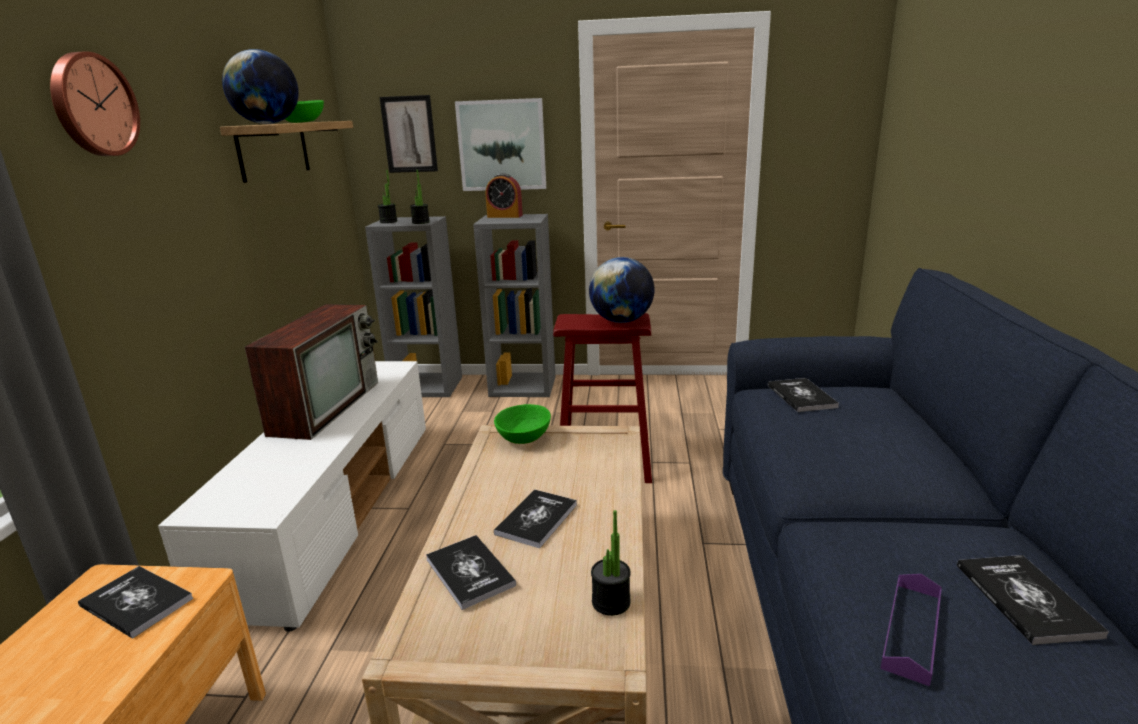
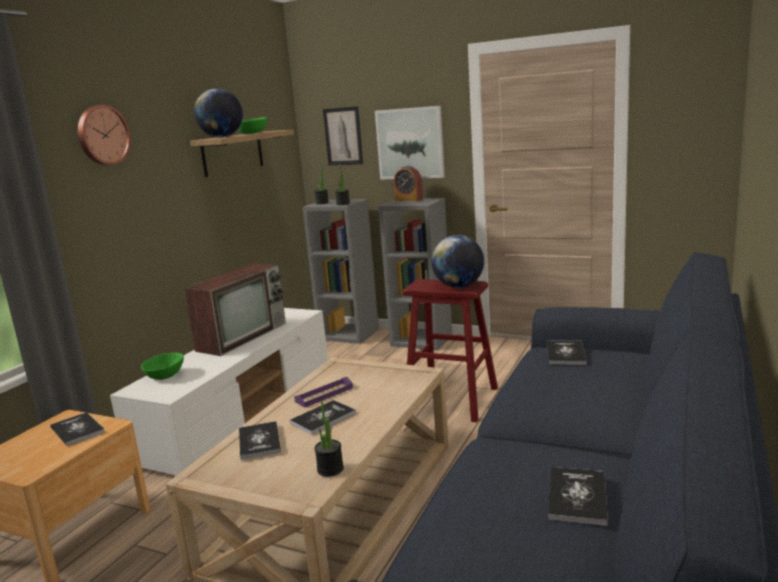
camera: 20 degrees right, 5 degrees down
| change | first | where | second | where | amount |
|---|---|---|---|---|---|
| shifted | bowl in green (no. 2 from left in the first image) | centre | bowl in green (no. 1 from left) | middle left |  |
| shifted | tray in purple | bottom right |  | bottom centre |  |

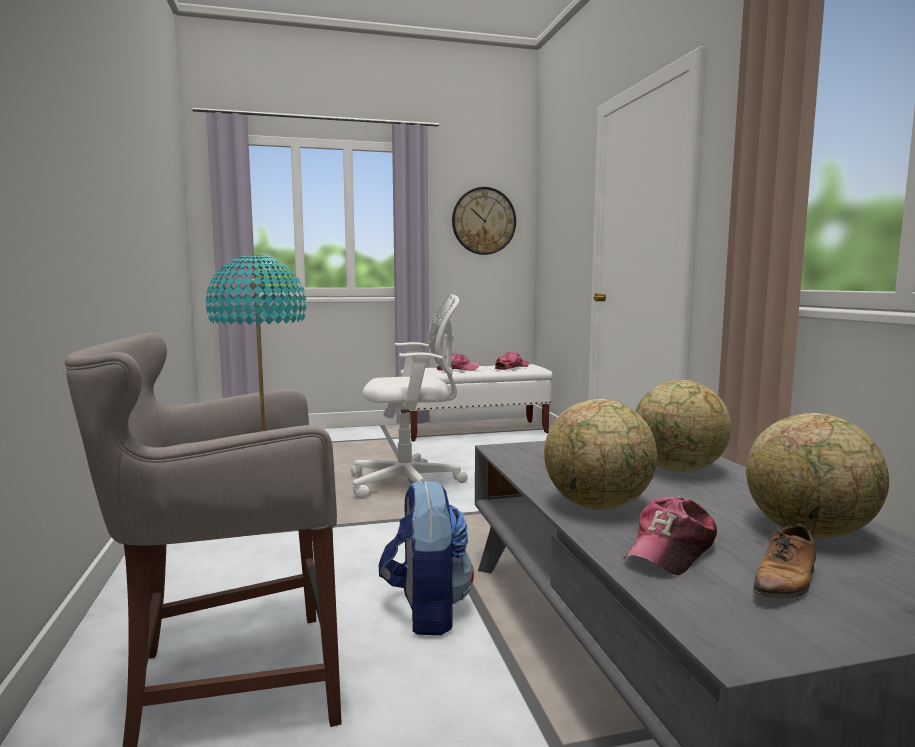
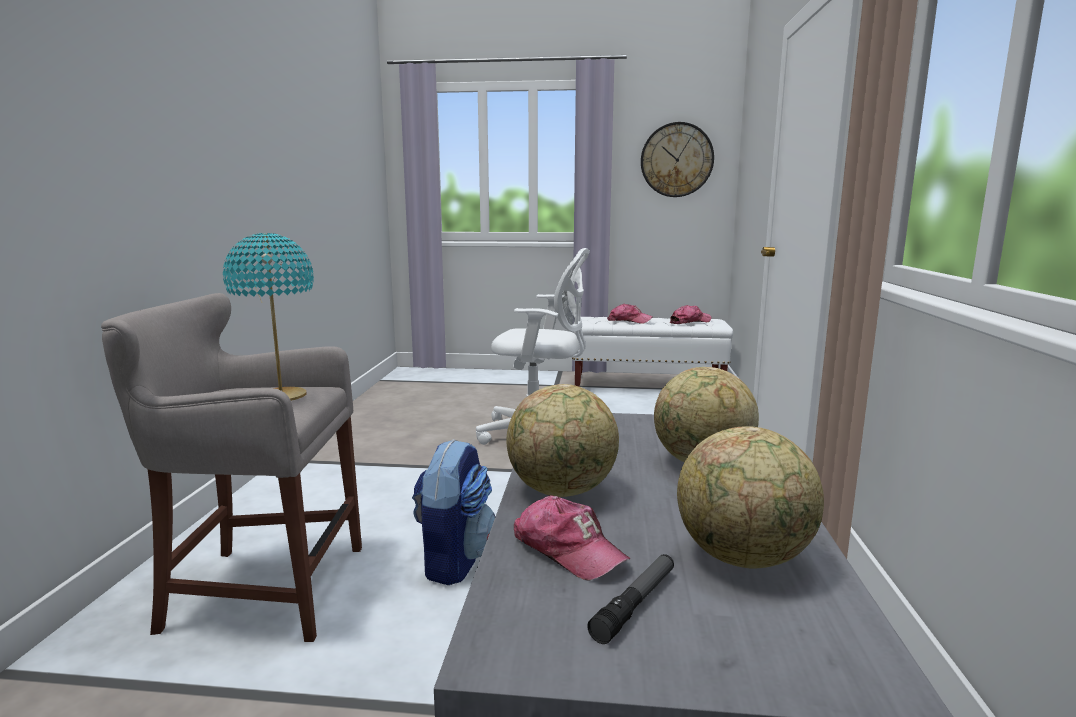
camera: 20 degrees right, 5 degrees up
| change | first | where | second | where | amount |
|---|---|---|---|---|---|
| swapped | shoe | bottom right | flashlight | bottom centre |  |
| rotated | cap (no. 3 from left in the first image) | bottom right | cap (no. 1 from left) | bottom centre | 105 degrees counterclockwise |

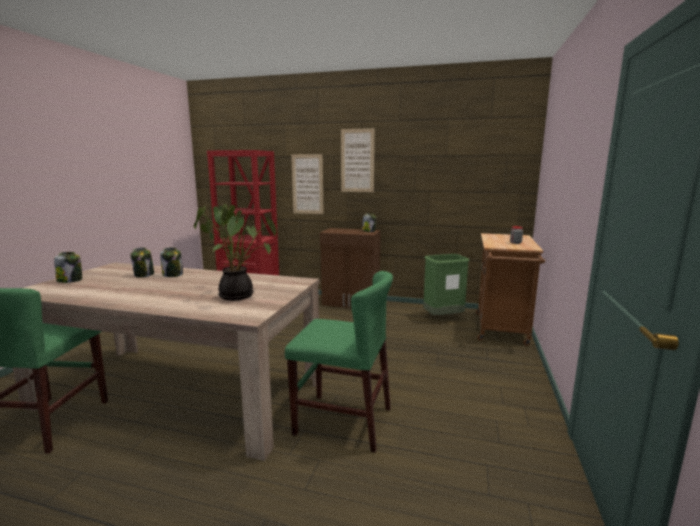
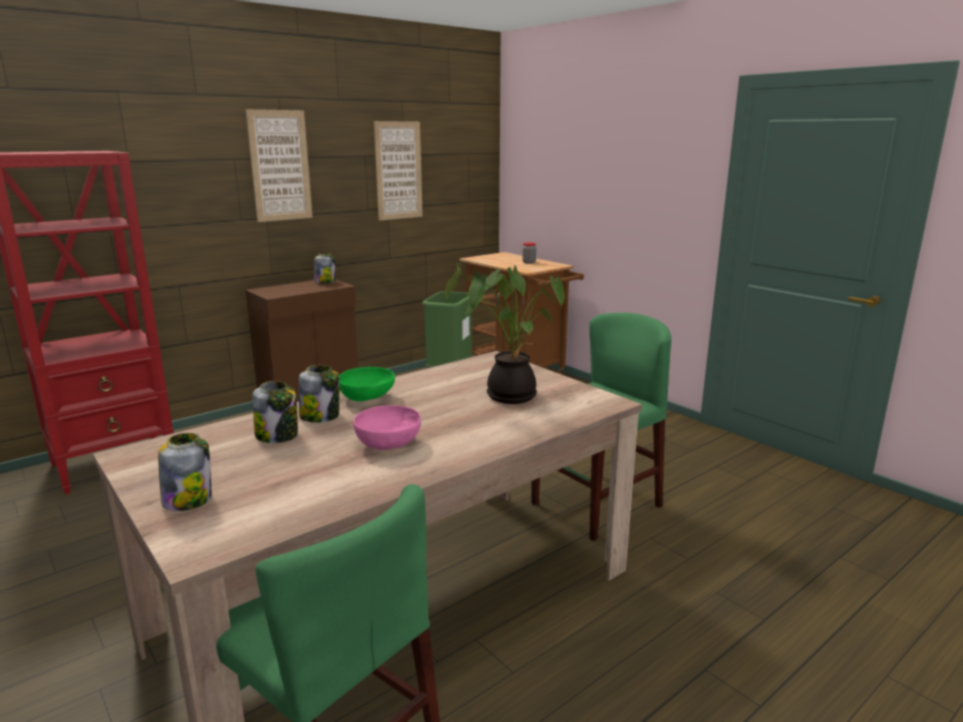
camera: 55 degrees left, 5 degrees up
| change | first | where | second | where | amount |
|---|---|---|---|---|---|
| new |  |  | bowl in green | centre |  |
| new |  |  | bowl in pink | centre |  |
| shifted | picture (no. 1 from left in the first image) | centre | picture (no. 2 from left) | top centre |  |

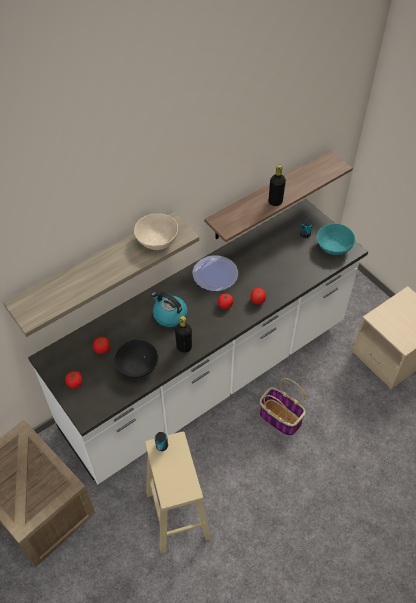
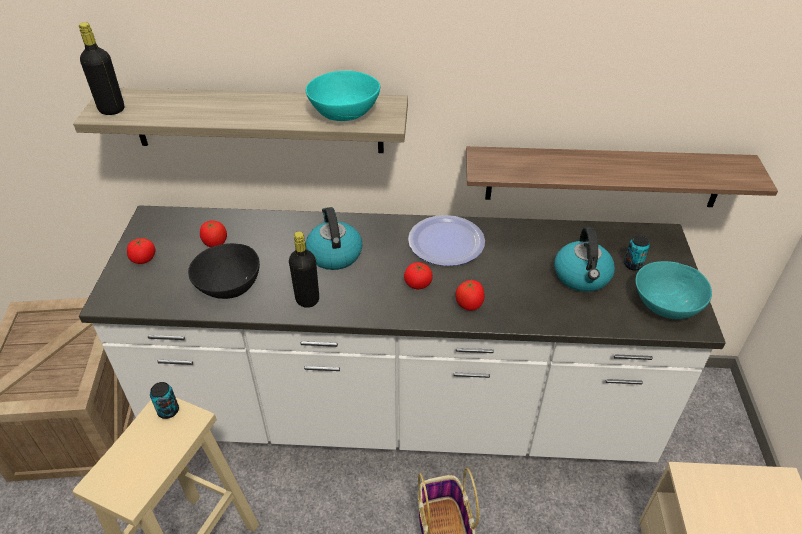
camera: 40 degrees right, 10 degrees down
| change | first | where | second | where | amount |
|---|---|---|---|---|---|
| new |  |  | kettle (no. 2 from left) | middle right |  |
| shifted | bottle in black (no. 2 from left in the first image) | top centre | bottle in black (no. 1 from left) | top left |  |
| repainted | bowl in beige | centre | bowl in turquoise (no. 1 from left) | top centre |  |

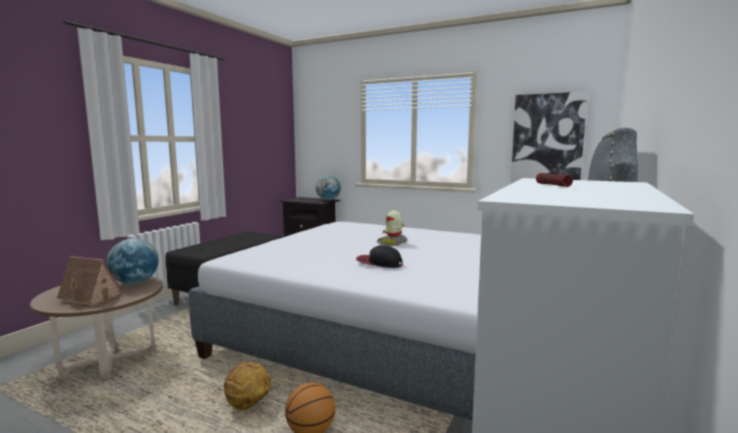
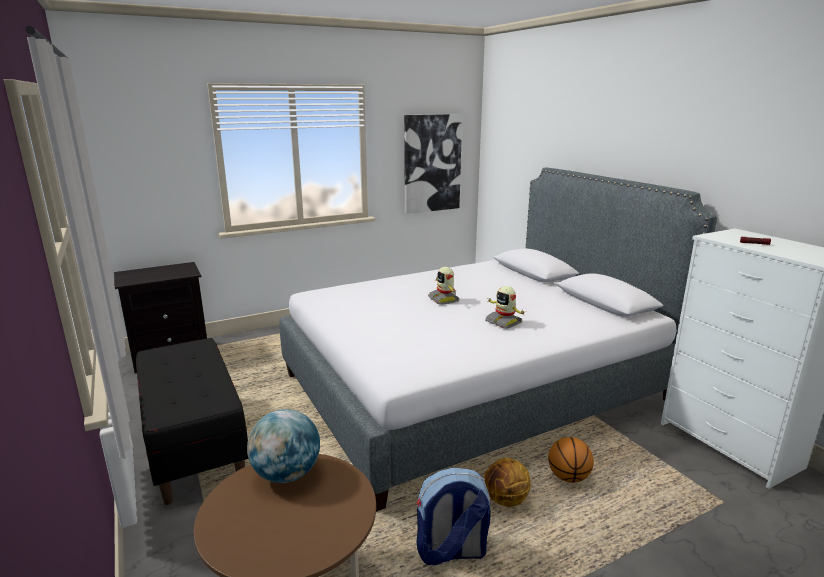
camera: 55 degrees left, 10 degrees up
| change | first | where | second | where | amount |
|---|---|---|---|---|---|
| gone | toy house | middle left |  |  |  |
| gone | globe (no. 2 from left) | centre |  |  |  |
| new |  |  | backpack | bottom centre |  |
| swapped | cap | centre | toy robot (no. 2 from left) | centre |  |

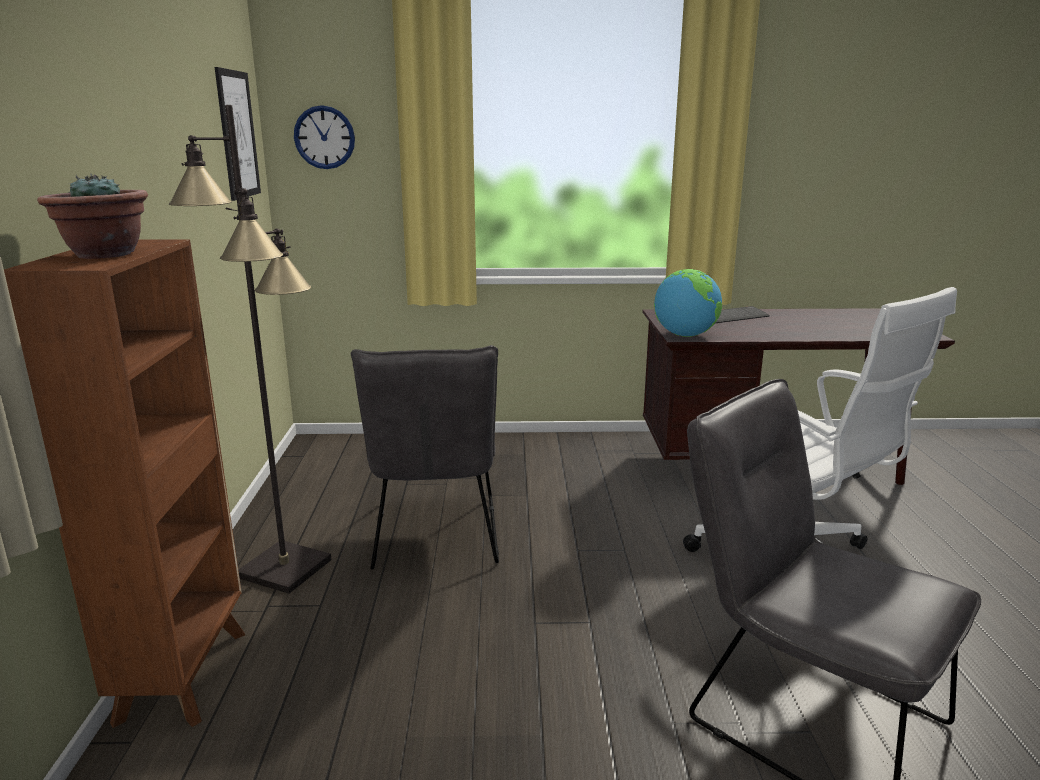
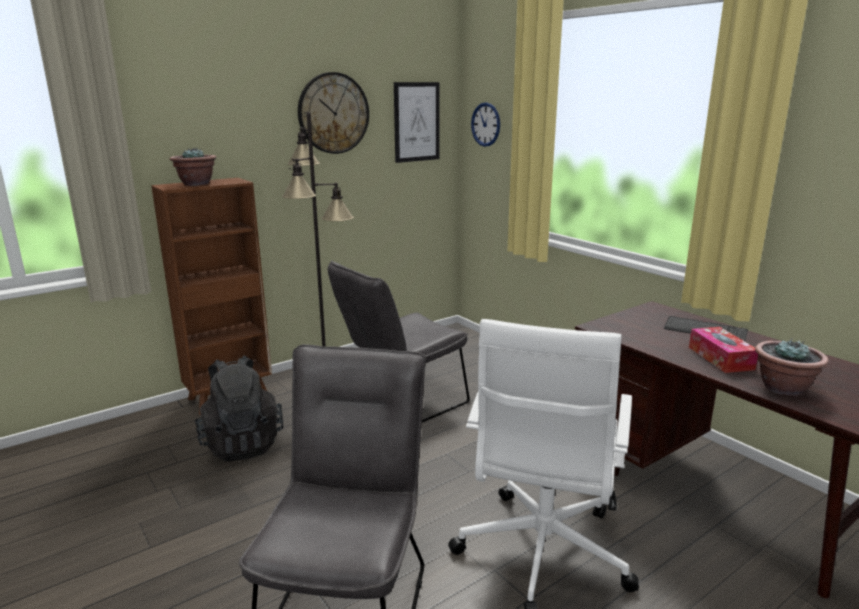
camera: 55 degrees right, 0 degrees up
| change | first | where | second | where | amount |
|---|---|---|---|---|---|
| gone | globe | centre |  |  |  |
| new |  |  | backpack in black | bottom left |  |
| new |  |  | wall clock (no. 1 from left) | top centre |  |
| new |  |  | tissue box | middle right |  |
| new |  |  | potted plant (no. 2 from left) | middle right |  |

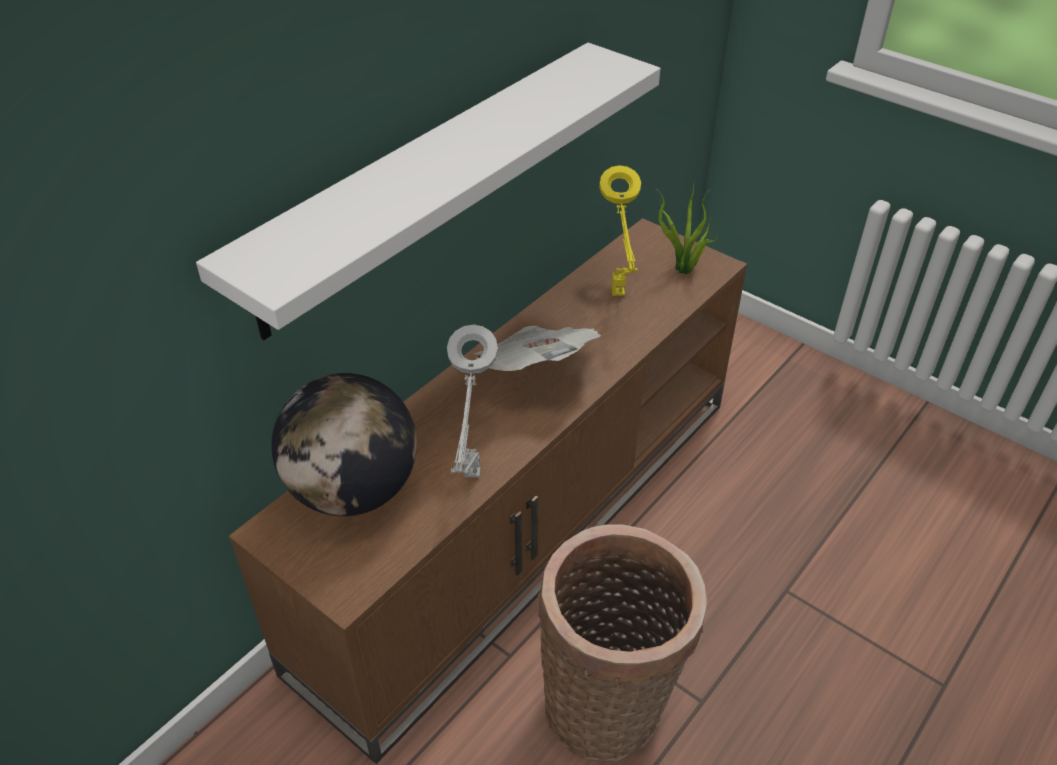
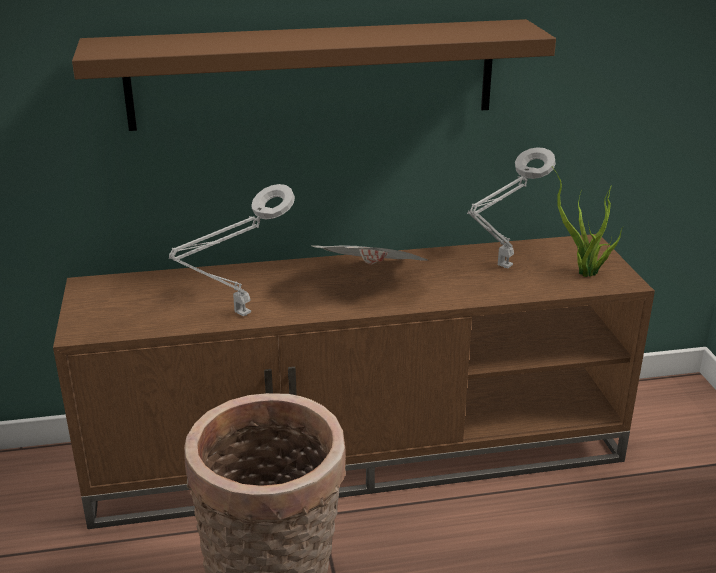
camera: 40 degrees right, 15 degrees down
| change | first | where | second | where | amount |
|---|---|---|---|---|---|
| gone | globe | middle left |  |  |  |
| repainted | shelf in white | top centre | shelf in brown | top centre |  |
| repainted | table lamp in yellow | top centre | table lamp in grey (no. 2 from left) | middle right |  |

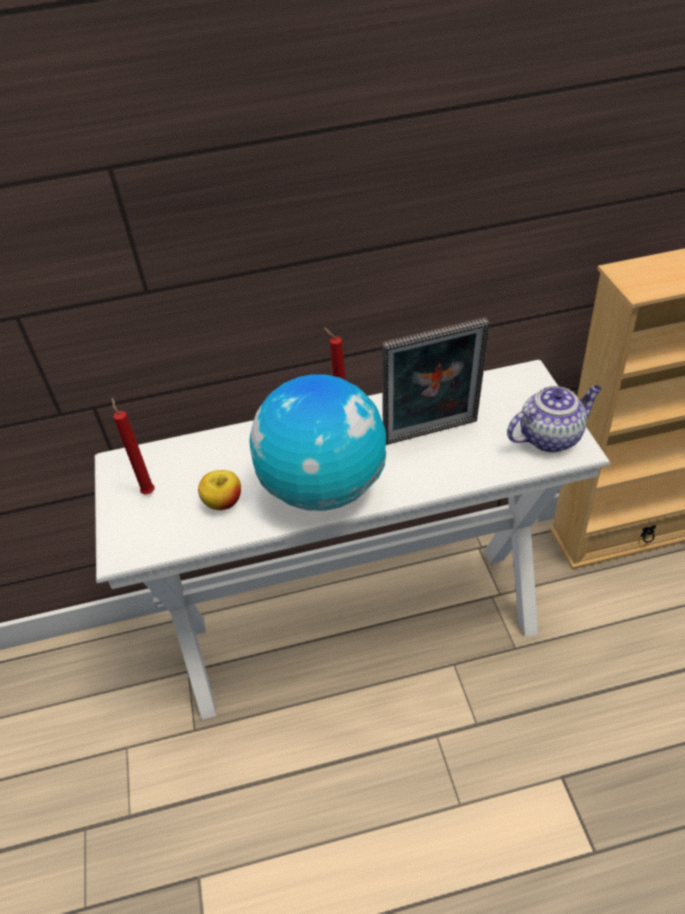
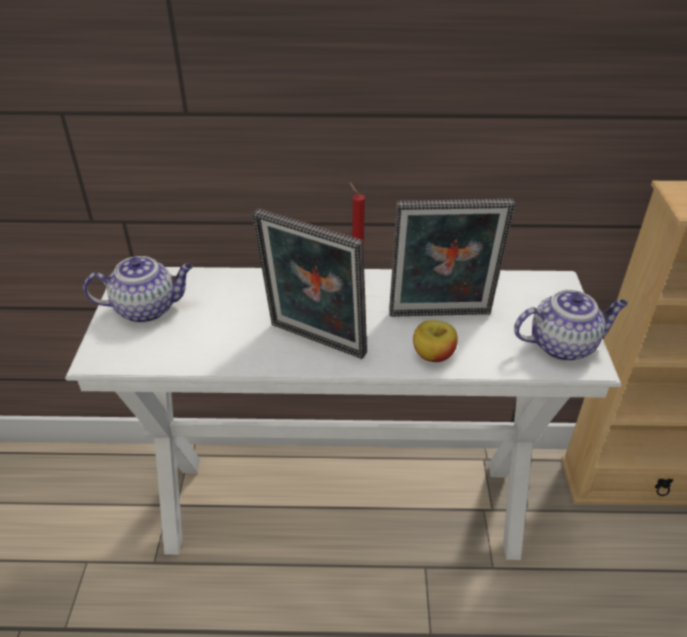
camera: 10 degrees right, 5 degrees down
| change | first | where | second | where | amount |
|---|---|---|---|---|---|
| shifted | apple | middle left |  | centre |  |
| swapped | candle in red (no. 1 from left) | middle left | teapot (no. 1 from left) | middle left |  |
| swapped | globe | centre | picture frame (no. 1 from left) | centre |  |

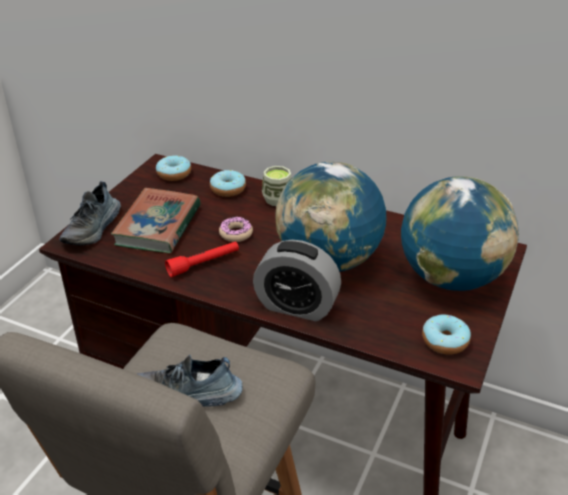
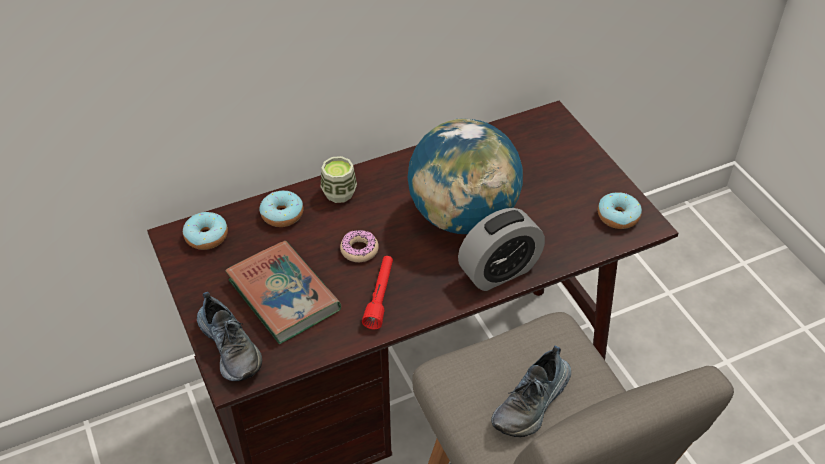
camera: 50 degrees left, 10 degrees up
| change | first | where | second | where | amount |
|---|---|---|---|---|---|
| gone | globe (no. 2 from left) | middle right |  |  |  |

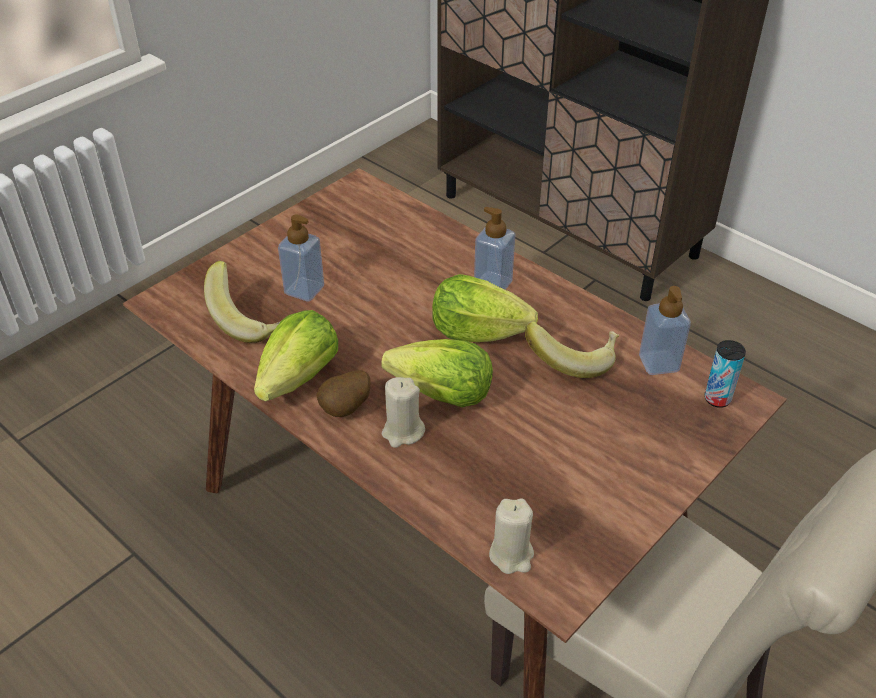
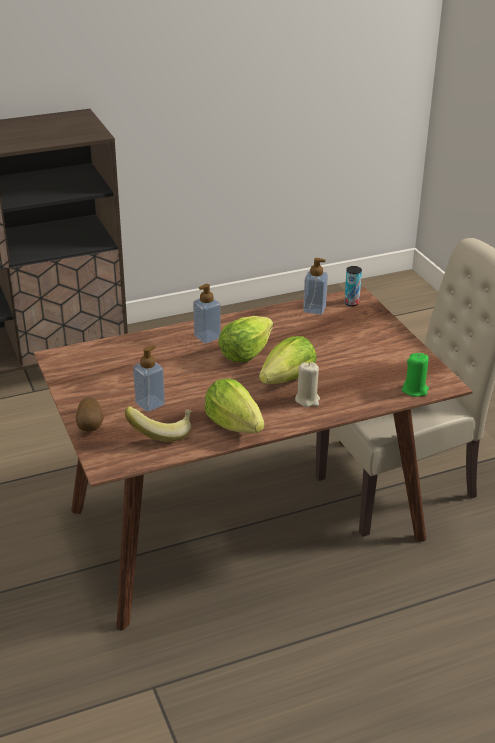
camera: 65 degrees left, 10 degrees down
| change | first | where | second | where | amount |
|---|---|---|---|---|---|
| gone | banana (no. 2 from left) | centre |  |  |  |
| shifted | potato | centre |  | middle left |  |
| repainted | candle in beige (no. 2 from left) | bottom centre | candle in green | middle right |  |

